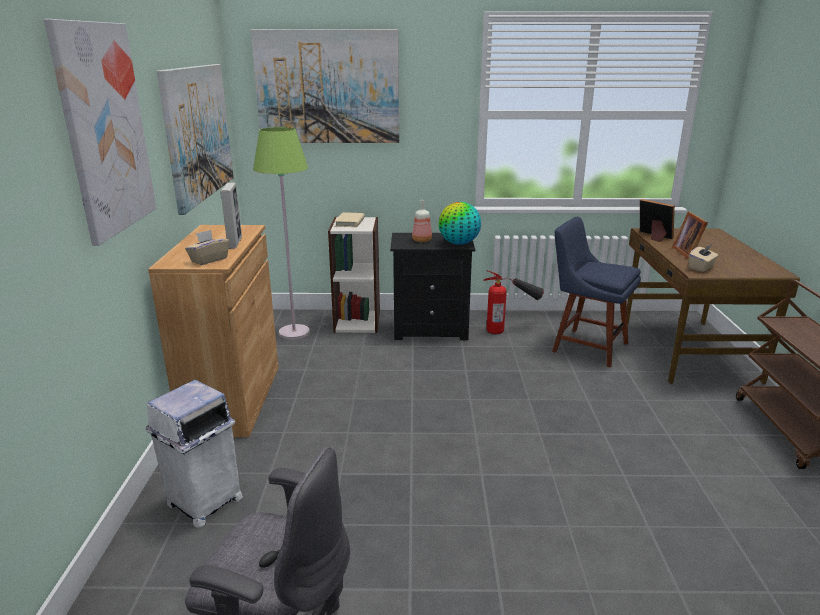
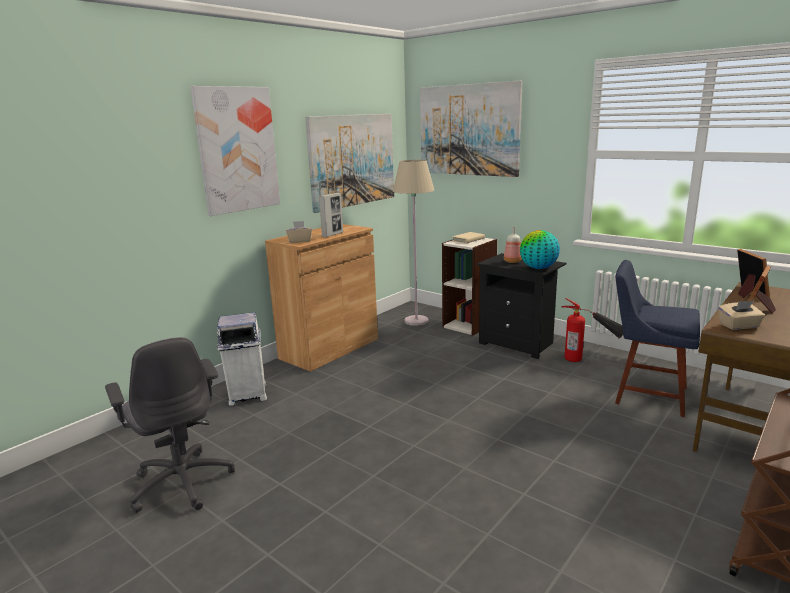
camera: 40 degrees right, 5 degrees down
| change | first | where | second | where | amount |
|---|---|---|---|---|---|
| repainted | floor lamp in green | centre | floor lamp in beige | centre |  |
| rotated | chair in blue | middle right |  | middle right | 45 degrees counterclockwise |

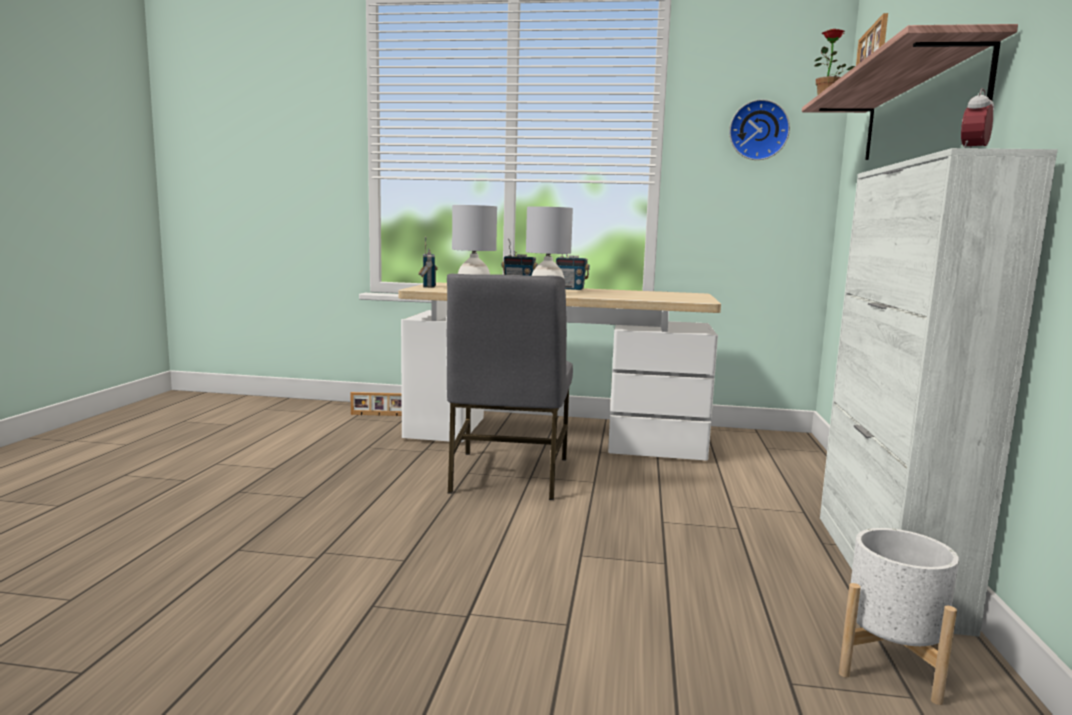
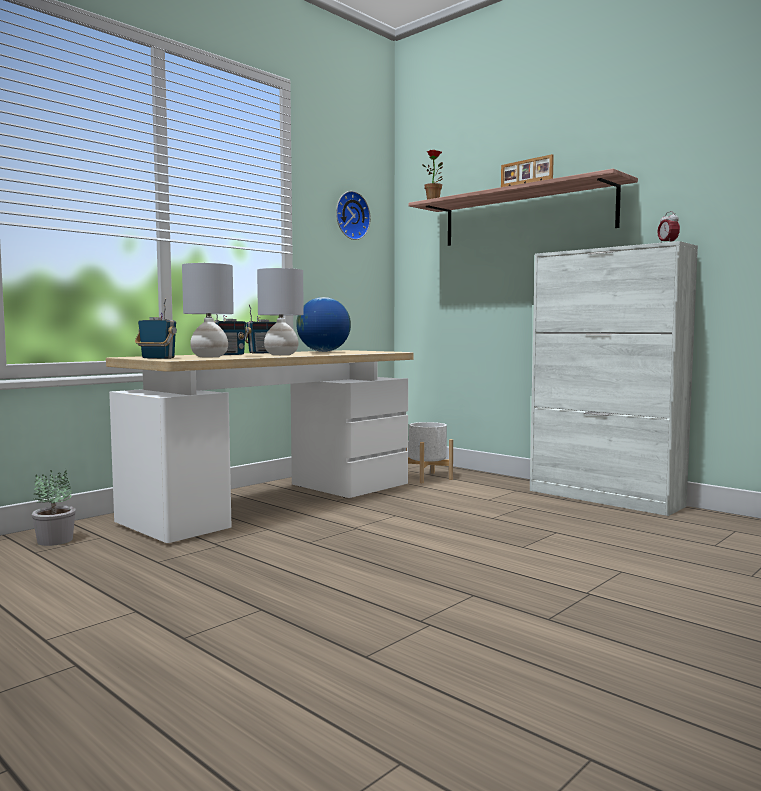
camera: 55 degrees left, 5 degrees down
| change | first | where | second | where | amount |
|---|---|---|---|---|---|
| gone | chair in grey | centre |  |  |  |
| new |  |  | globe | centre |  |
| shifted | planter in white | bottom right |  | centre |  |
| swapped | picture frame (no. 1 from left) | centre | potted plant (no. 1 from left) | middle left |  |

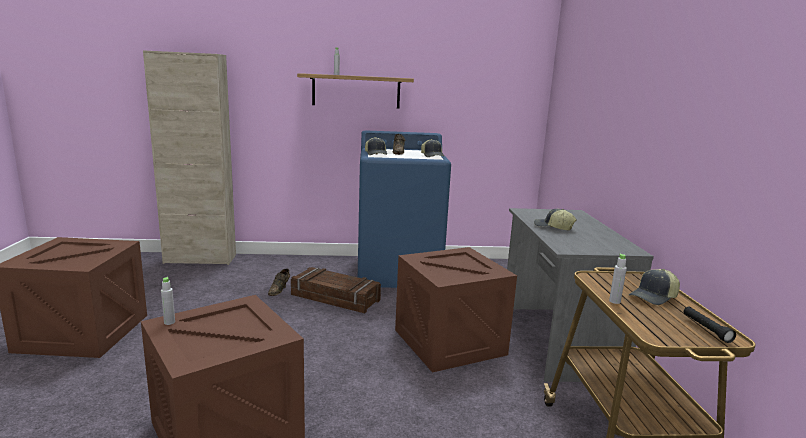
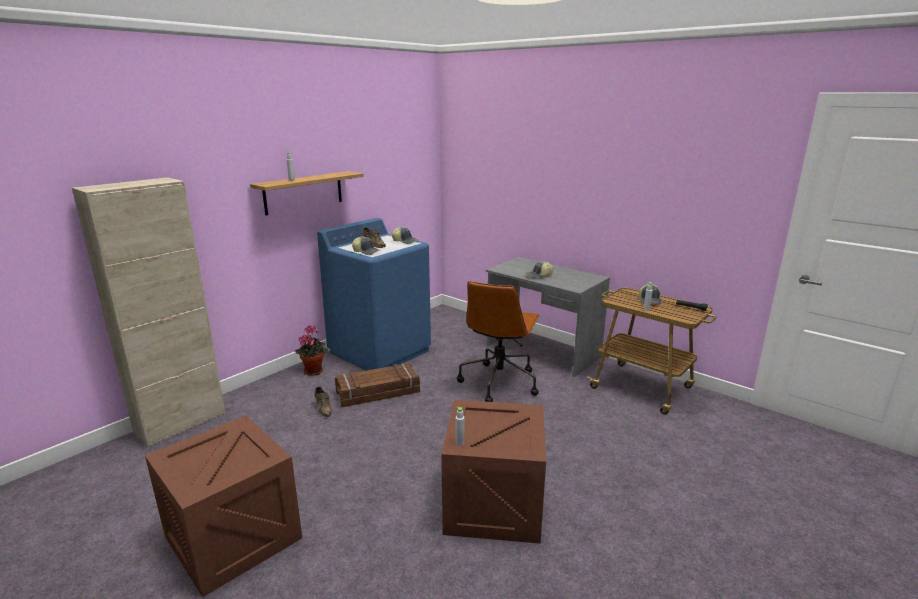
camera: 45 degrees left, 5 degrees up
| change | first | where | second | where | amount |
|---|---|---|---|---|---|
| new |  |  | potted plant | centre |  |
| swapped | crate (no. 4 from left) | bottom centre | office chair in brown | centre |  |

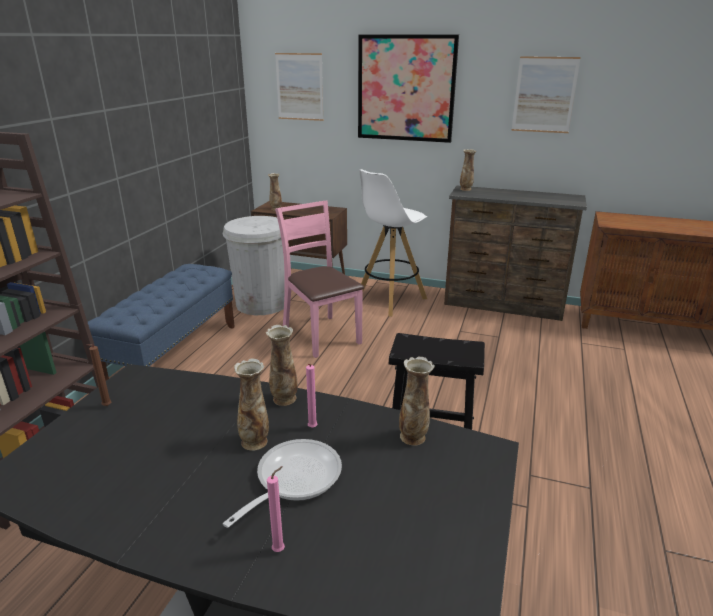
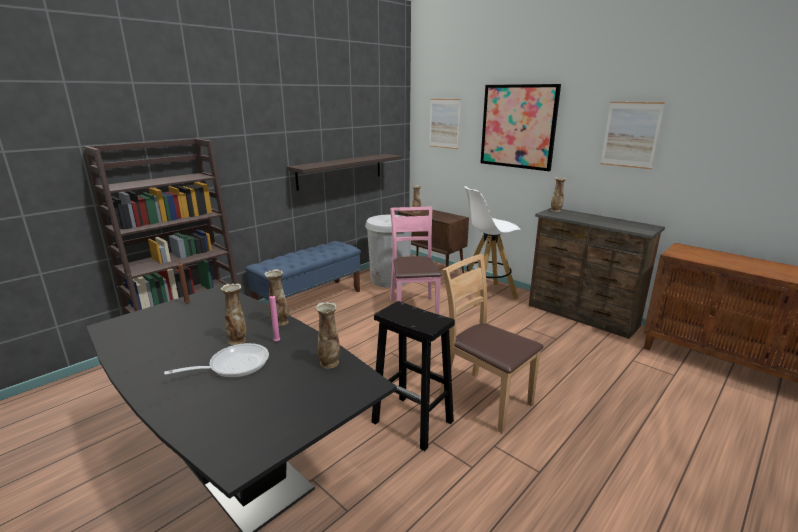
camera: 25 degrees right, 5 degrees down
| change | first | where | second | where | amount |
|---|---|---|---|---|---|
| gone | candle in pink (no. 1 from left) | bottom centre |  |  |  |
| new |  |  | shelf | top centre |  |
| new |  |  | chair in brown | centre |  |

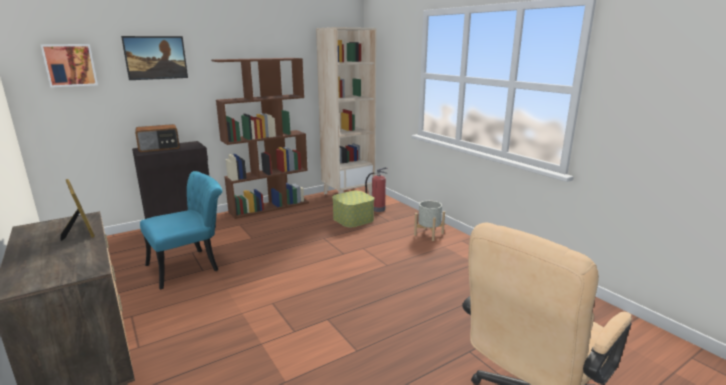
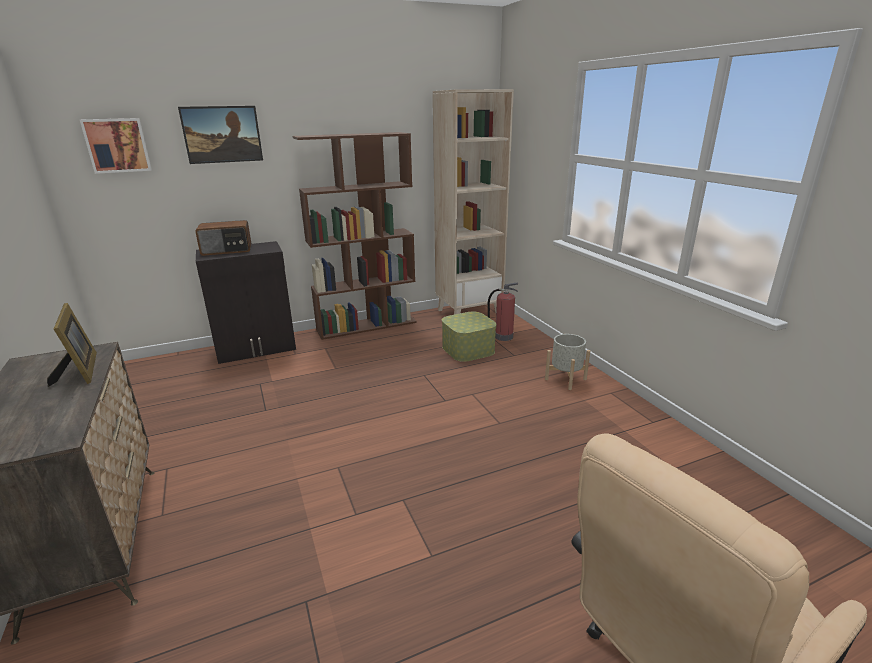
camera: 10 degrees right, 5 degrees up
| change | first | where | second | where | amount |
|---|---|---|---|---|---|
| gone | chair in turquoise | middle left |  |  |  |

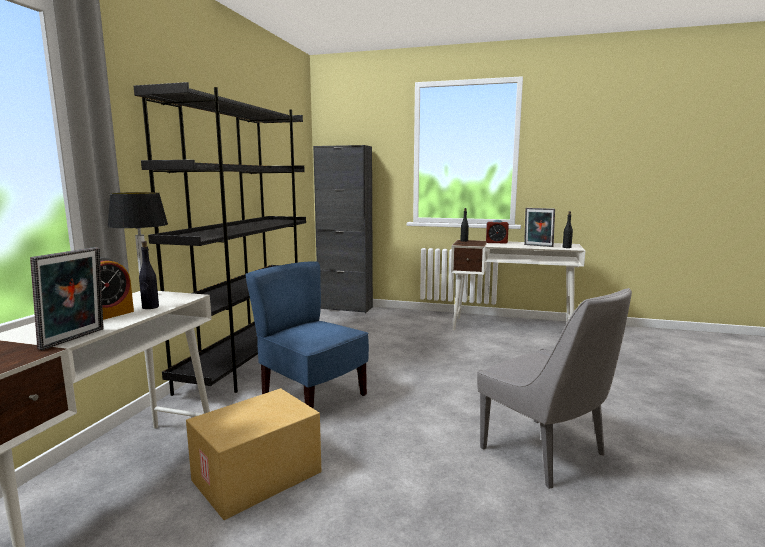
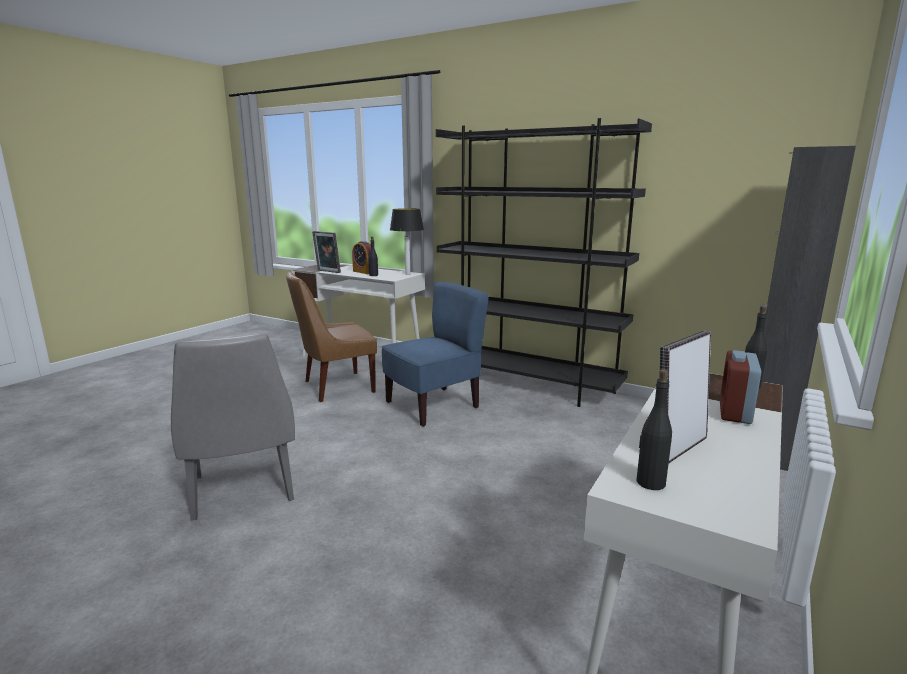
camera: 105 degrees right, 5 degrees up
| change | first | where | second | where | amount |
|---|---|---|---|---|---|
| swapped | cardboard box | bottom left | chair in brown | centre |  |
| rotated | chair in grey | bottom right |  | middle left | 90 degrees counterclockwise |

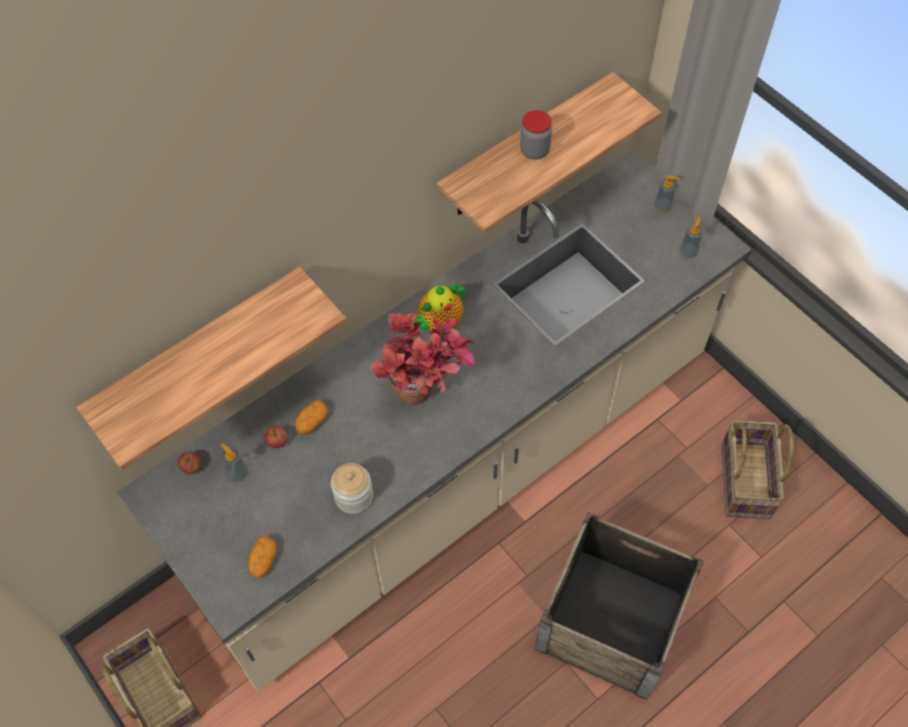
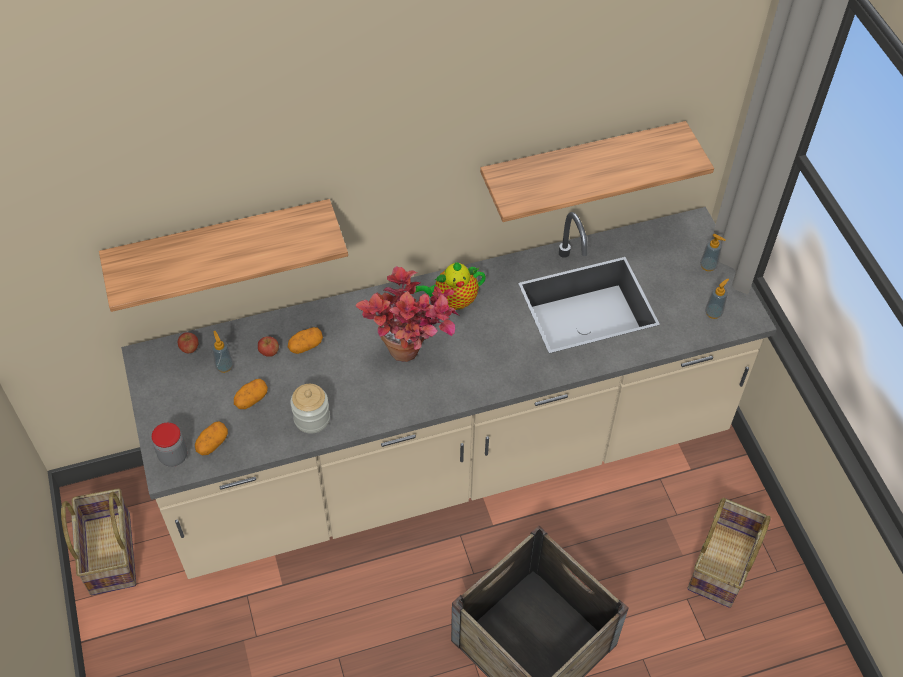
camera: 20 degrees right, 5 degrees down
| change | first | where | second | where | amount |
|---|---|---|---|---|---|
| new |  |  | potato (no. 2 from left) | middle left |  |
| shifted | jar (no. 2 from left in the first image) | top centre | jar (no. 1 from left) | middle left |  |

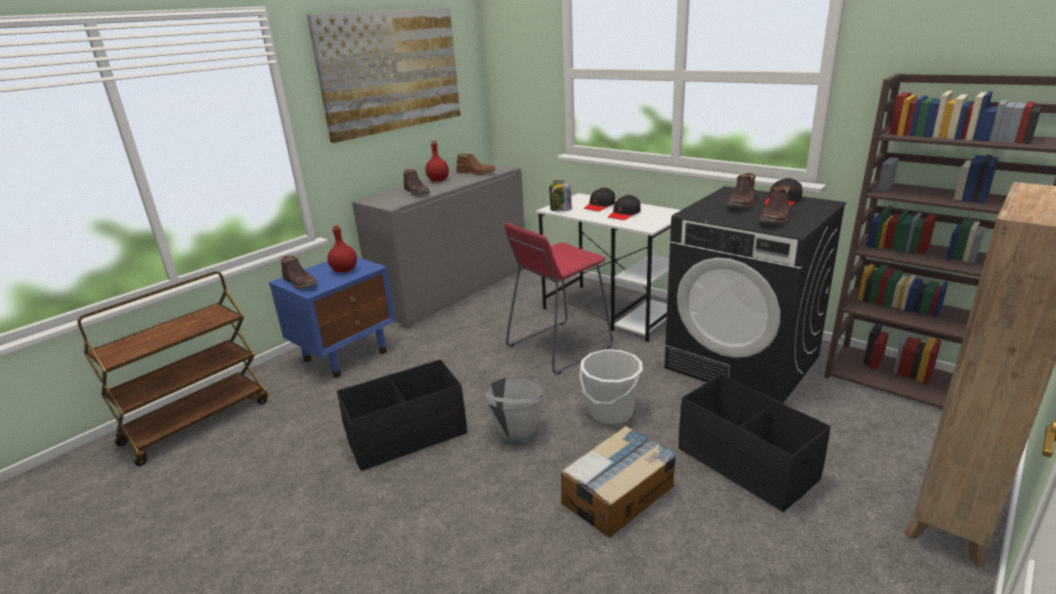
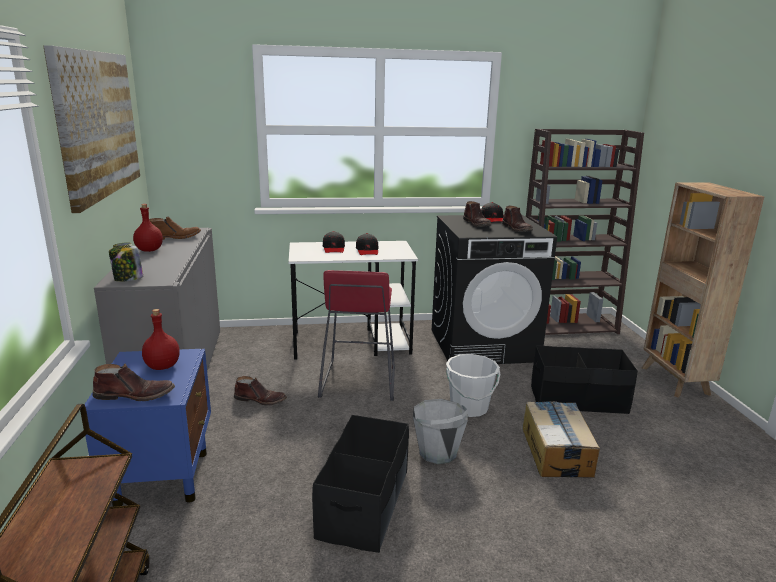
camera: 50 degrees left, 5 degrees down
| change | first | where | second | where | amount |
|---|---|---|---|---|---|
| shifted | boot in brown (no. 2 from left in the first image) | top centre | boot in brown (no. 3 from left) | bottom centre |  |
| shifted | jar | top centre |  | middle left |  |

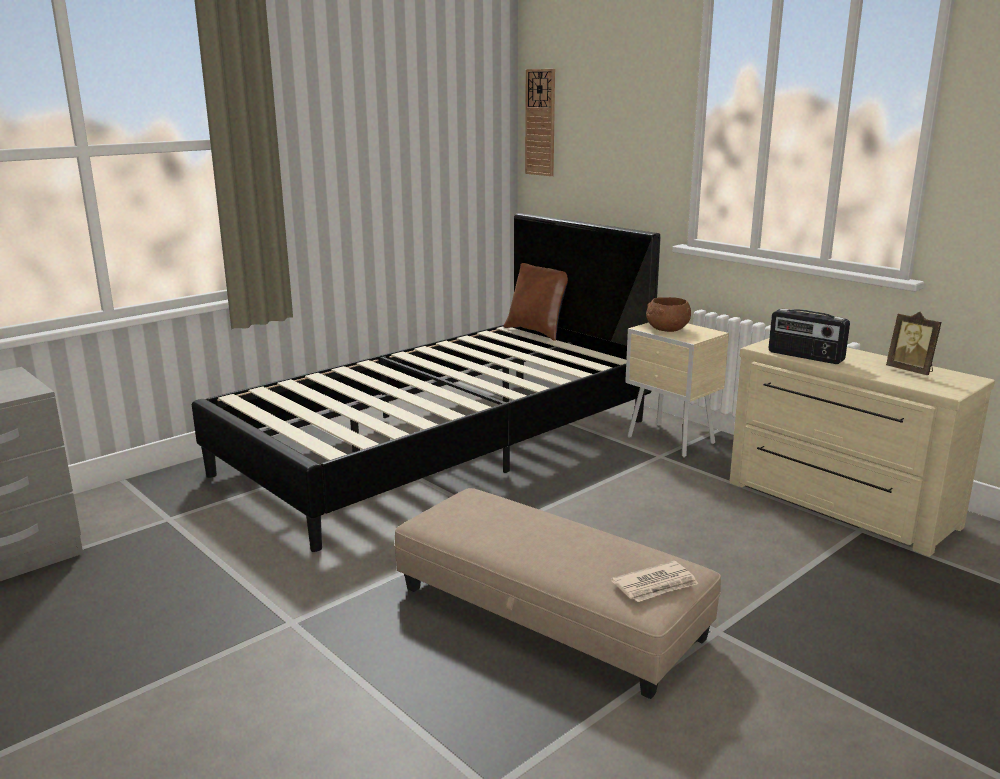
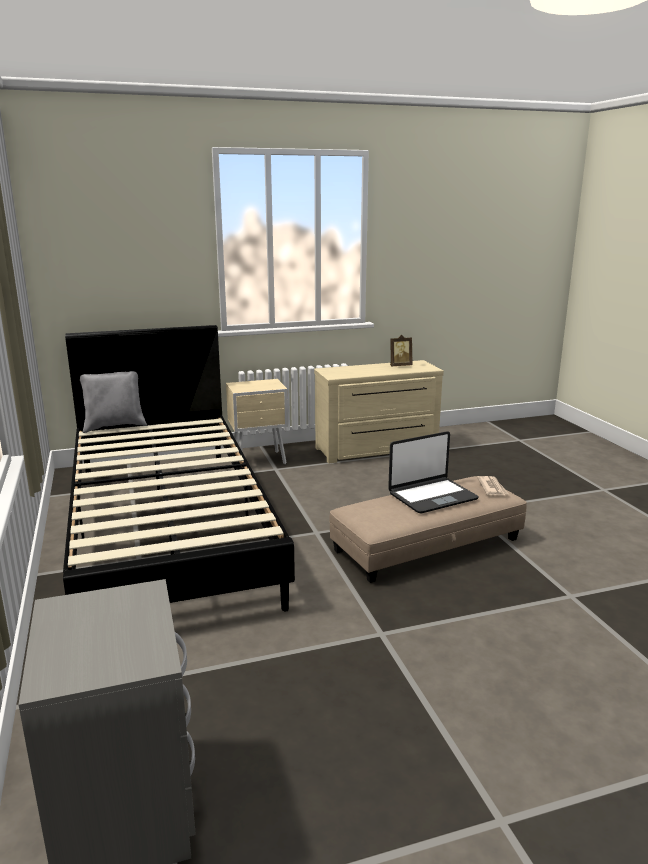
camera: 65 degrees left, 0 degrees up
| change | first | where | second | where | amount |
|---|---|---|---|---|---|
| gone | wall clock | top centre |  |  |  |
| gone | bowl in brown | middle right |  |  |  |
| gone | radio | middle right |  |  |  |
| new |  |  | laptop | middle right |  |
| repainted | pillow in brown | centre | pillow in grey | middle left |  |

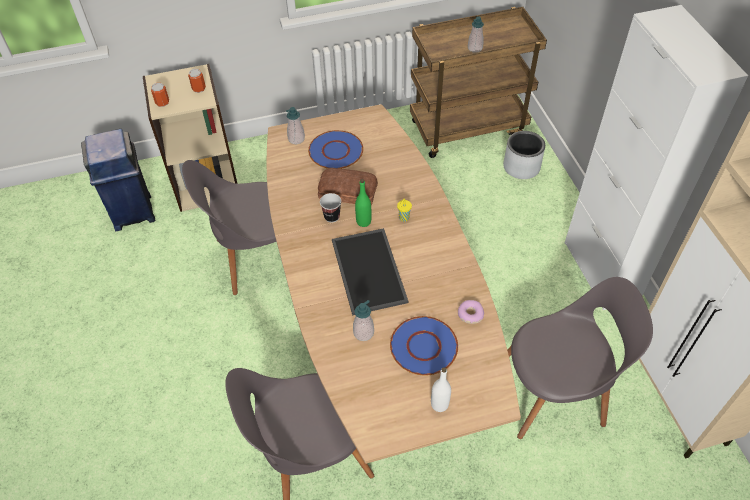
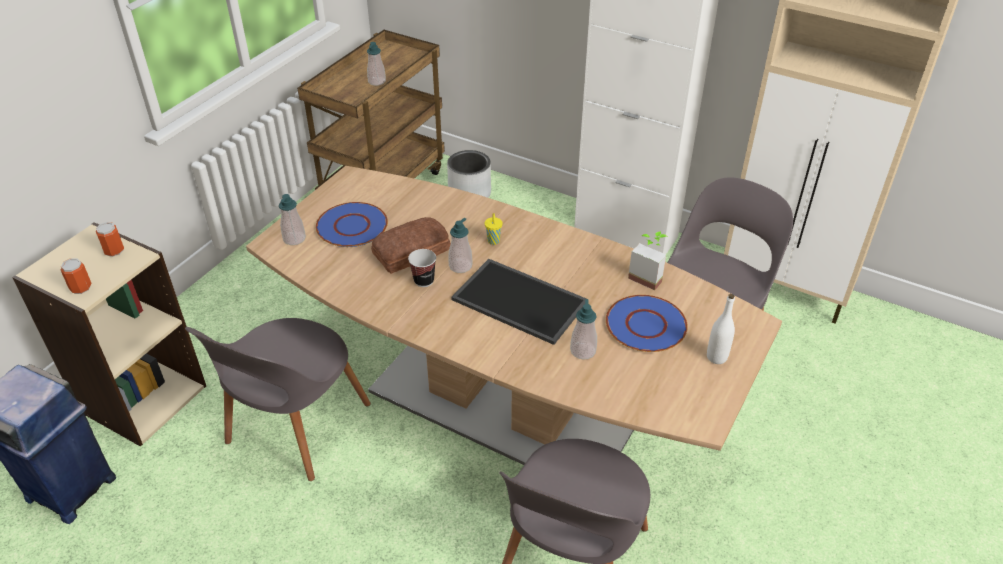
camera: 45 degrees left, 10 degrees down
| change | first | where | second | where | amount |
|---|---|---|---|---|---|
| swapped | bottle in green | centre | soap dispenser (no. 3 from left) | centre |  |
| swapped | donut | centre | potted plant | centre |  |

